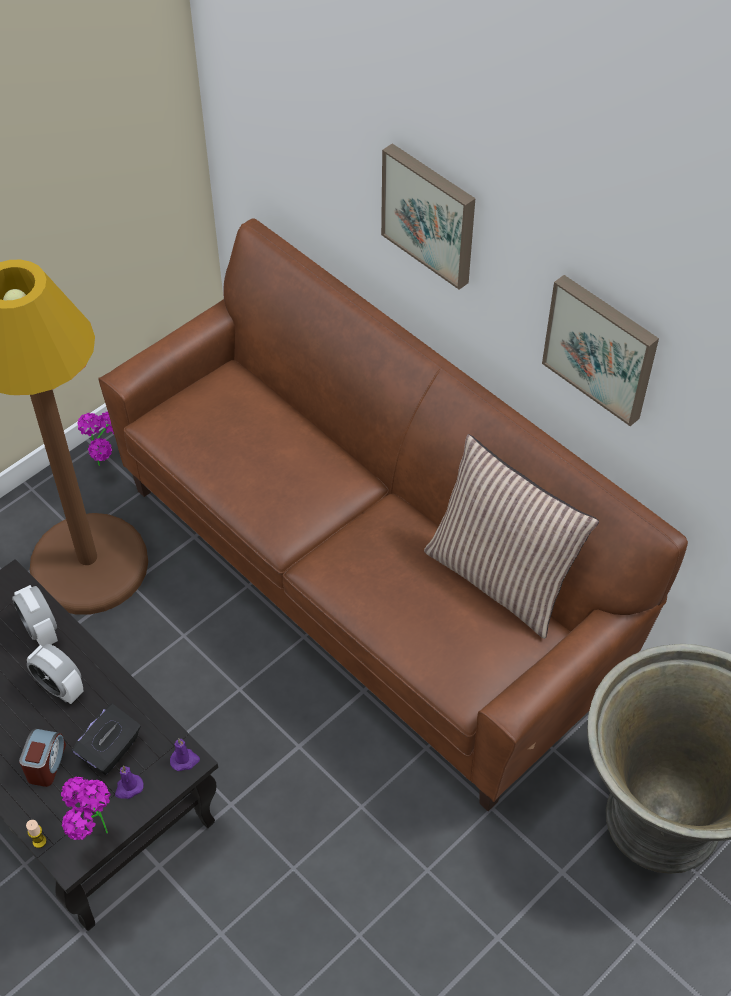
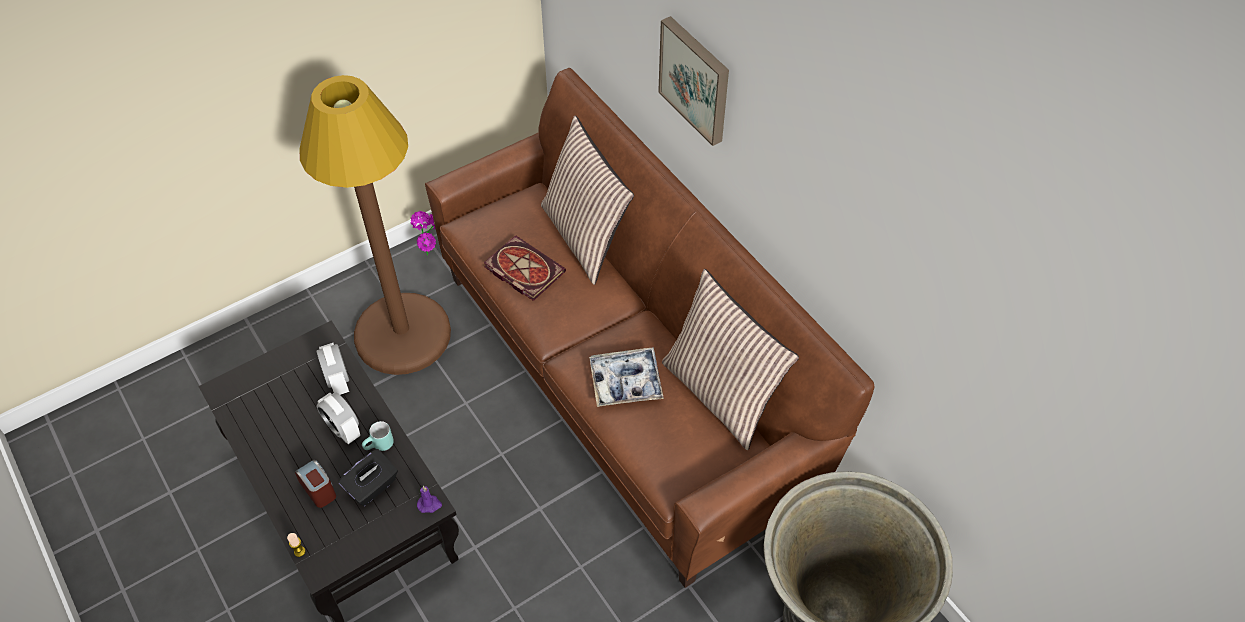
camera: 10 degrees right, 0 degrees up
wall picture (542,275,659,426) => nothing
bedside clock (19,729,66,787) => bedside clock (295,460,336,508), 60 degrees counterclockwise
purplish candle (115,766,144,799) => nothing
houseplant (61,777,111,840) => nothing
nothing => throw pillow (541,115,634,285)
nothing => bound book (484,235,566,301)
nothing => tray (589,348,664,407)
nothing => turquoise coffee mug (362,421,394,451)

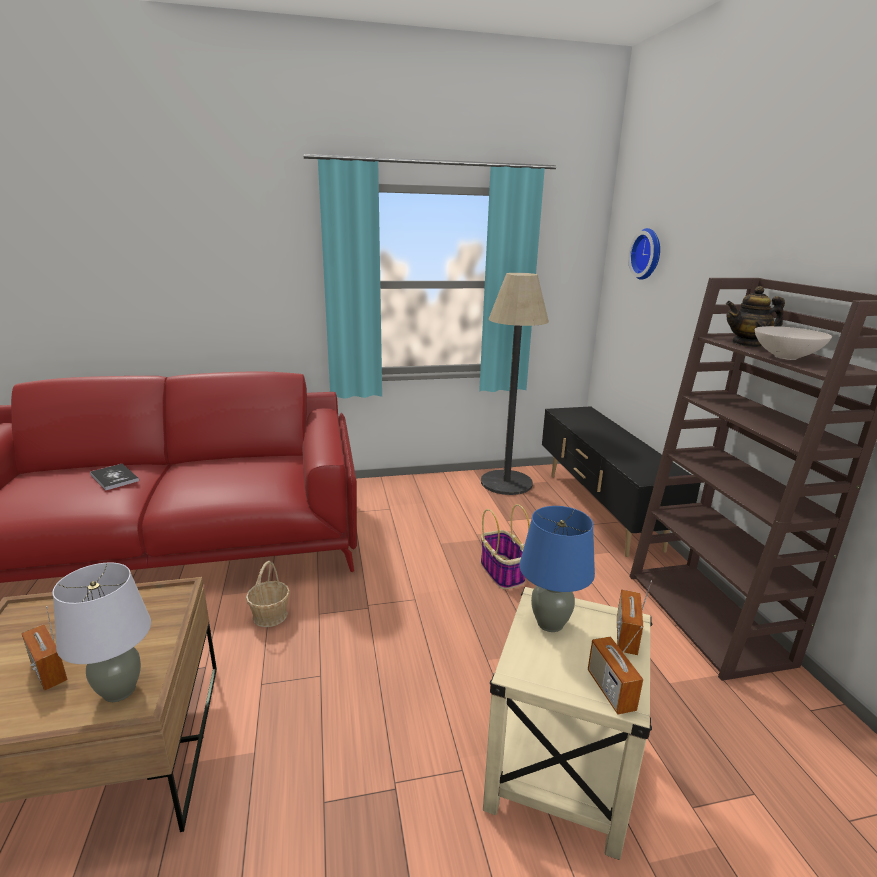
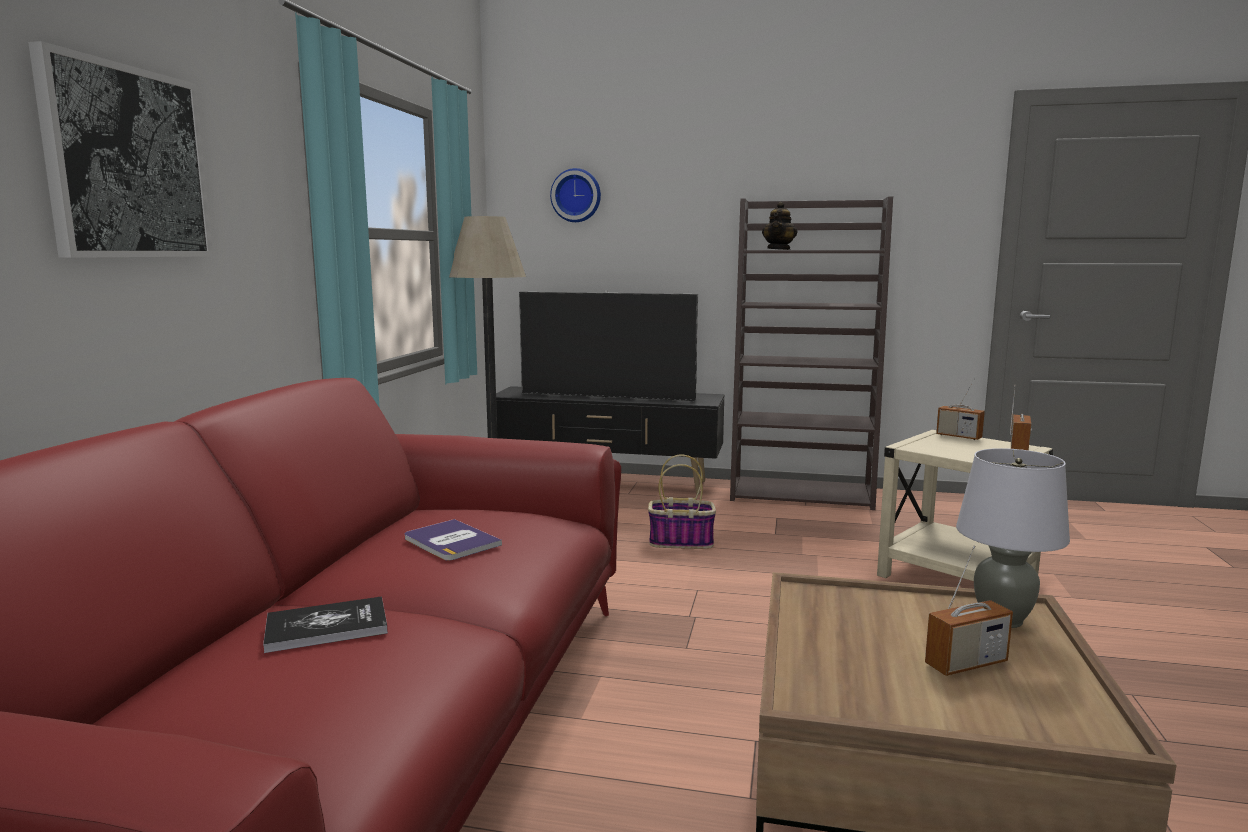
camera: 65 degrees left, 10 degrees down
whitish serving bowl (755,326,832,360) => nothing
bluish lamp for a table (519,506,595,632) => nothing
household basket (246,561,290,627) => nothing
radio receiver (588,626,643,715) => radio receiver (1010,385,1032,450), 75 degrees counterclockwise
nothing => wall picture (28,41,213,258)
nothing => TV set (519,290,698,401)
nothing => bound book (405,519,502,560)

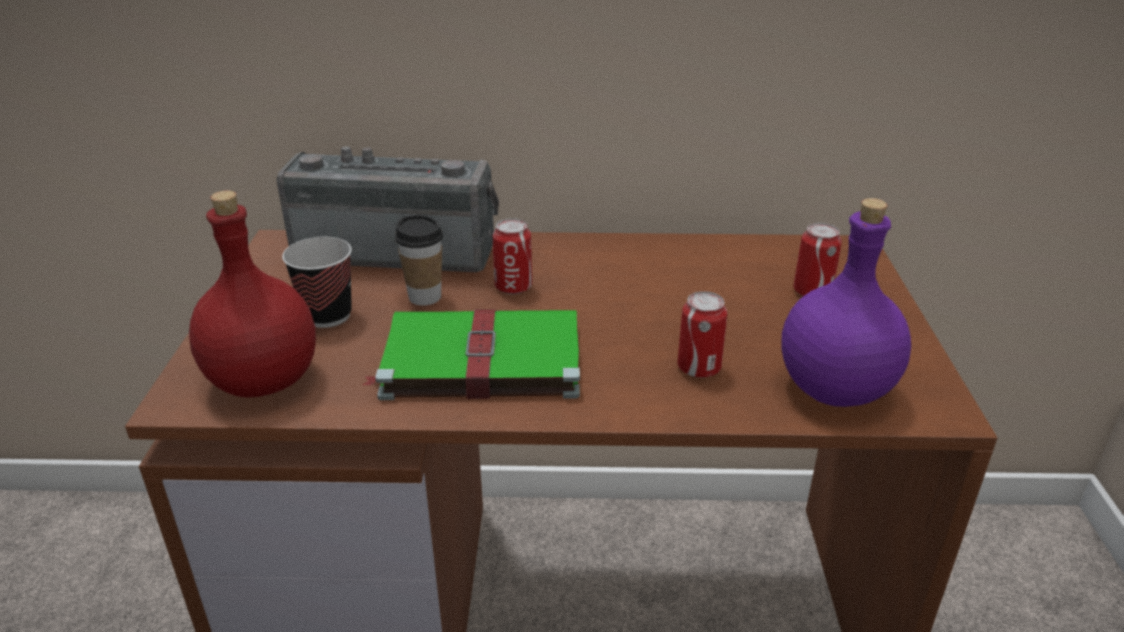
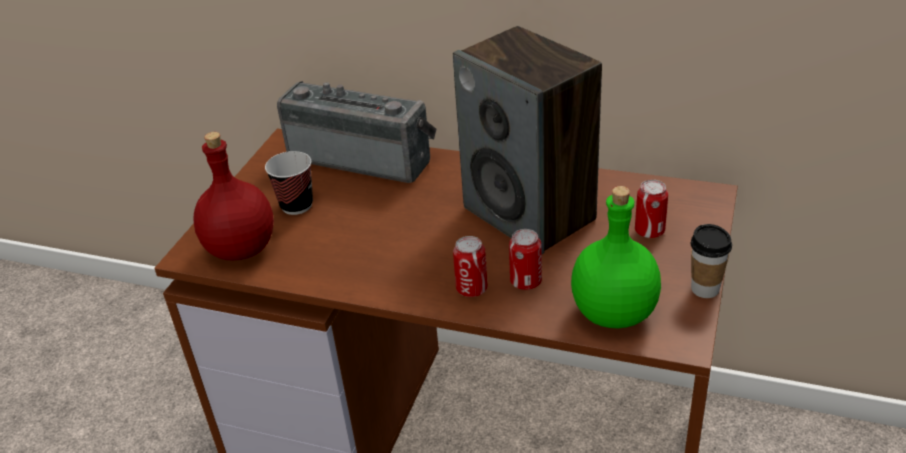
camera: 20 degrees right, 5 degrees up
purplish drink bottle (781,198,911,407) => green-coloured drink bottle (571,186,661,328)
cup (395,214,443,306) => cup (691,224,732,298), shifted
metal can (493,218,532,294) => metal can (453,236,488,297), shifted
green-coloured bound book (363,309,580,400) => nothing
nothing => audio speaker (453,26,602,254)

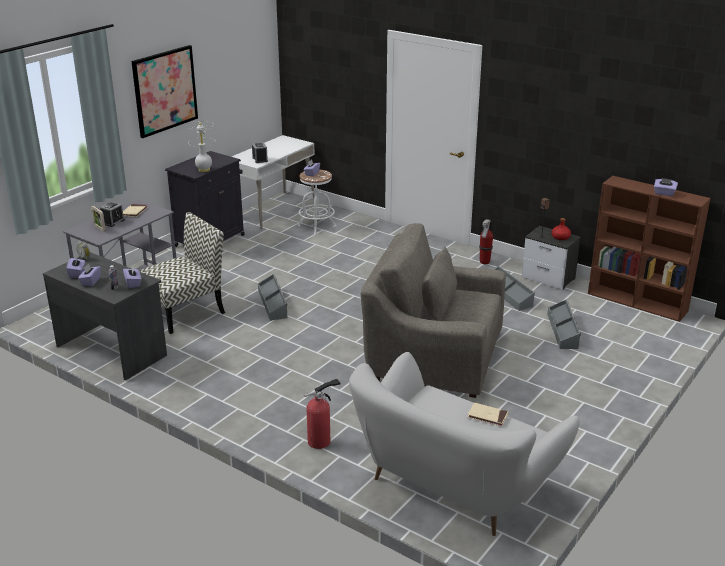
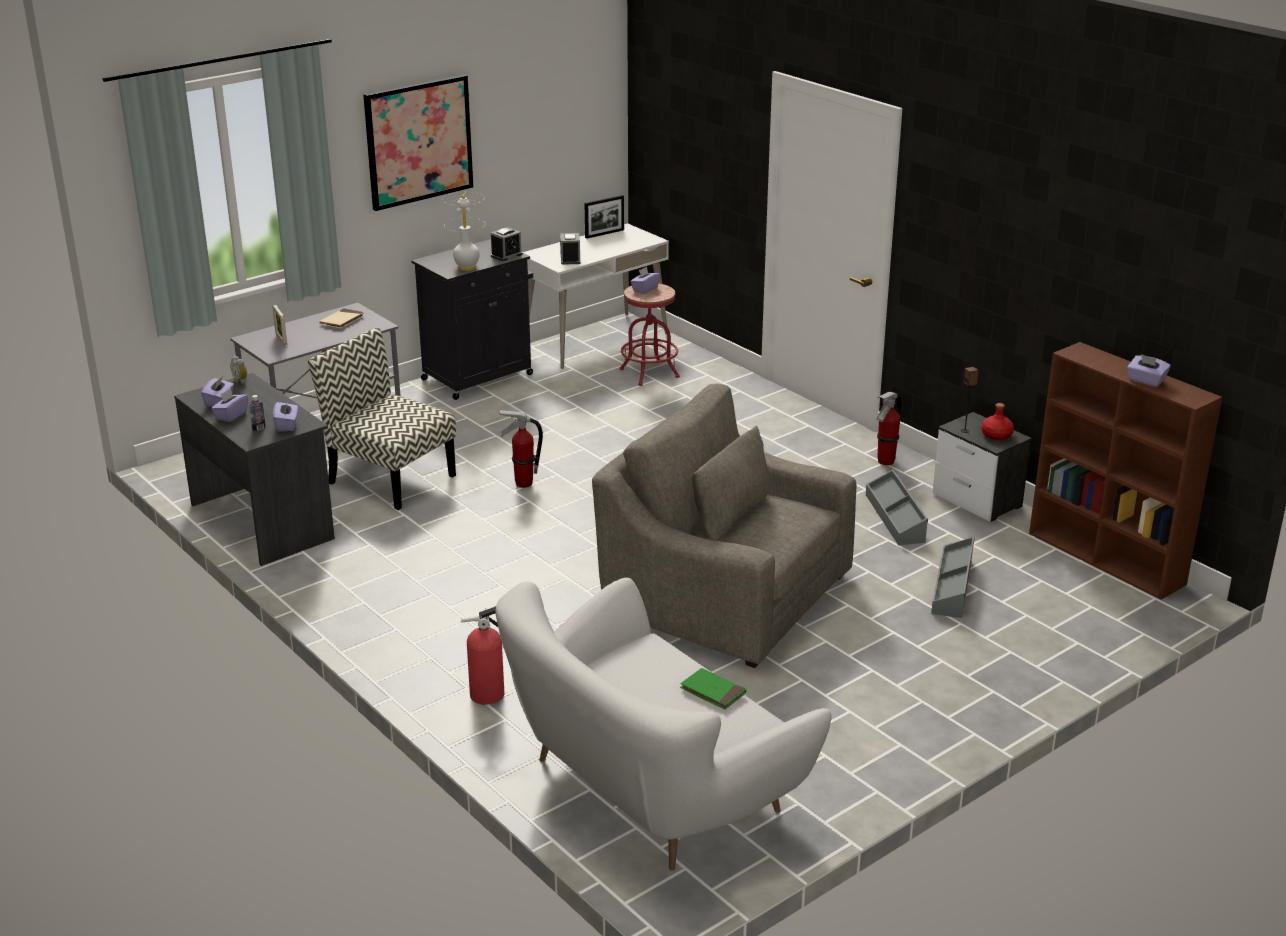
camera: 15 degrees right, 0 degrees up
whitish stool seat (297,170,337,235) => red-coloured stool seat (620,283,680,386)
bedside clock (100,202,125,227) => bedside clock (491,227,523,261), shifted
plain chair (139,212,225,334) => plain chair (308,328,456,510), 120 degrees counterclockwise
greyish storage container (258,274,287,321) => fire extinguisher (499,410,543,488)
beige bound book (468,403,509,427) => green-coloured bound book (680,668,746,710)
nothing => photo frame (585,195,624,239)

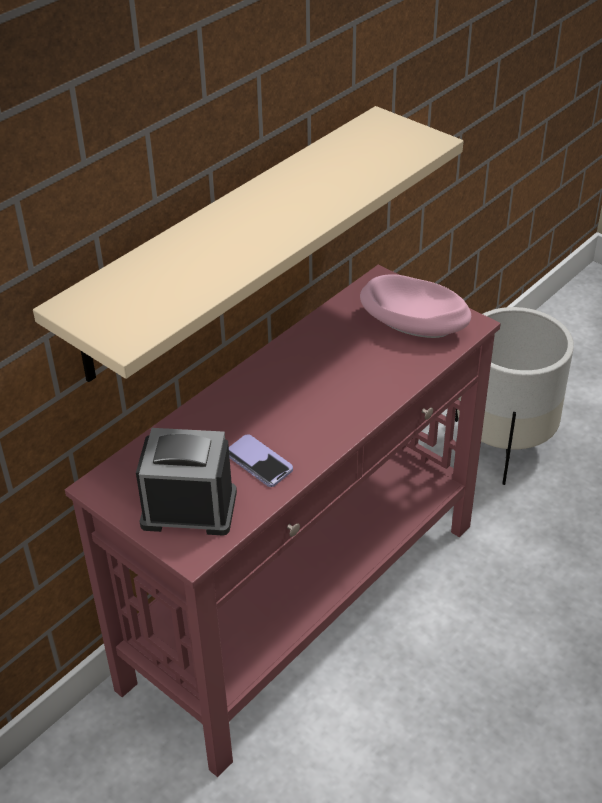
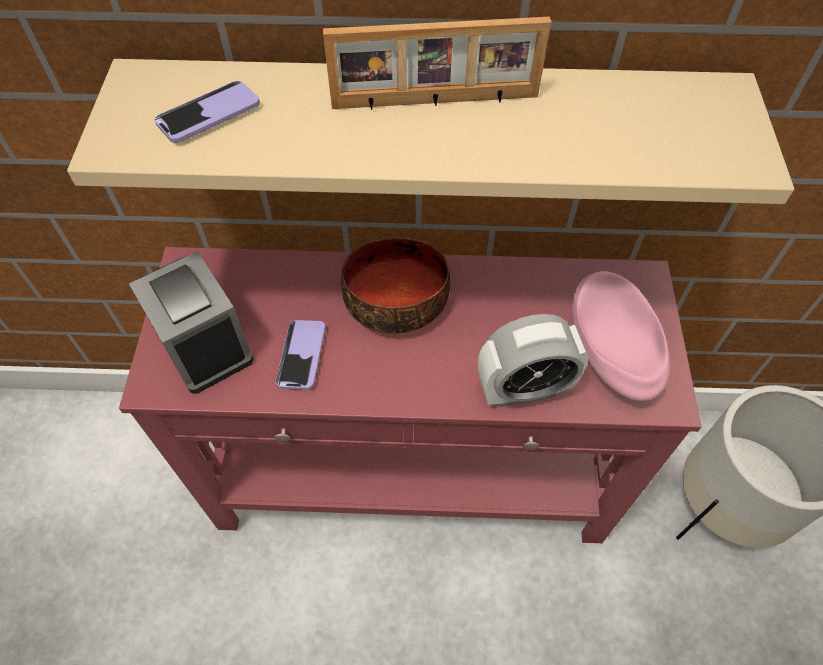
camera: 50 degrees right, 15 degrees up
nothing => photo frame (323,17,552,110)
nothing => phone (154,81,260,143)
nothing => serving bowl (341,238,450,333)
nothing => bedside clock (478,314,588,407)

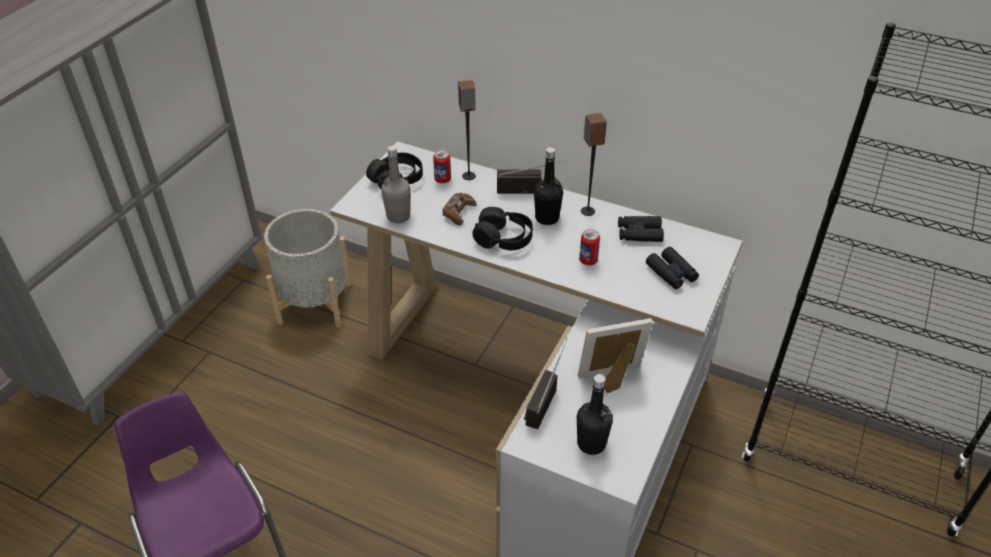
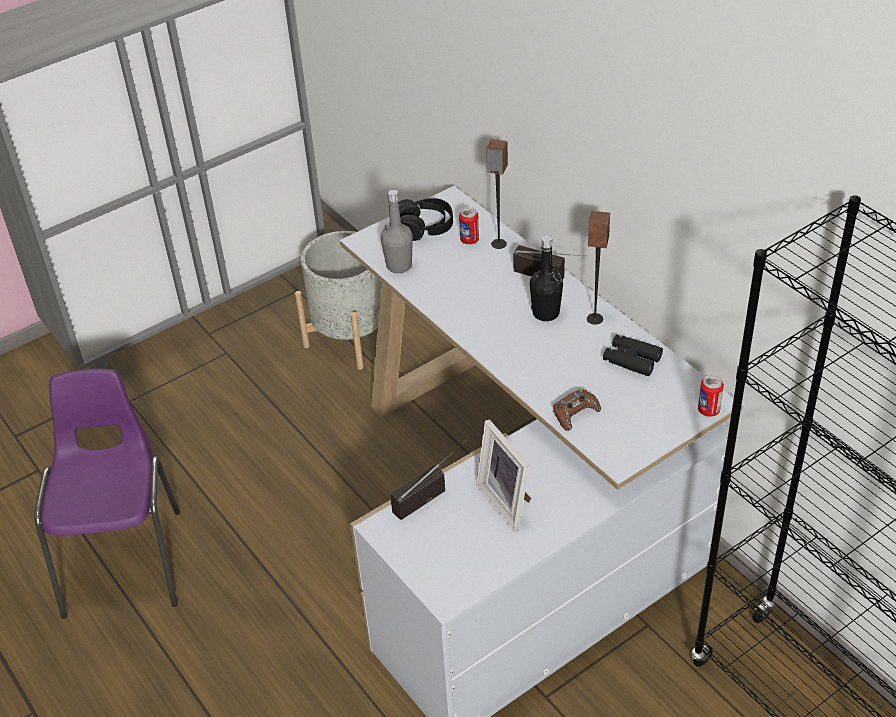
camera: 30 degrees right, 0 degrees up
brown gamepad (442,192,477,225) => brown gamepad (553,389,601,431), shifted
blackish headset (472,207,533,250) => nothing
metal can (579,229,600,265) => metal can (698,375,724,417), shifted
blackish pair of binoculars (646,247,699,289) => nothing
photo frame (578,318,653,393) => photo frame (476,419,531,532), 135 degrees counterclockwise
blackish drink bottle (577,374,613,455) => nothing

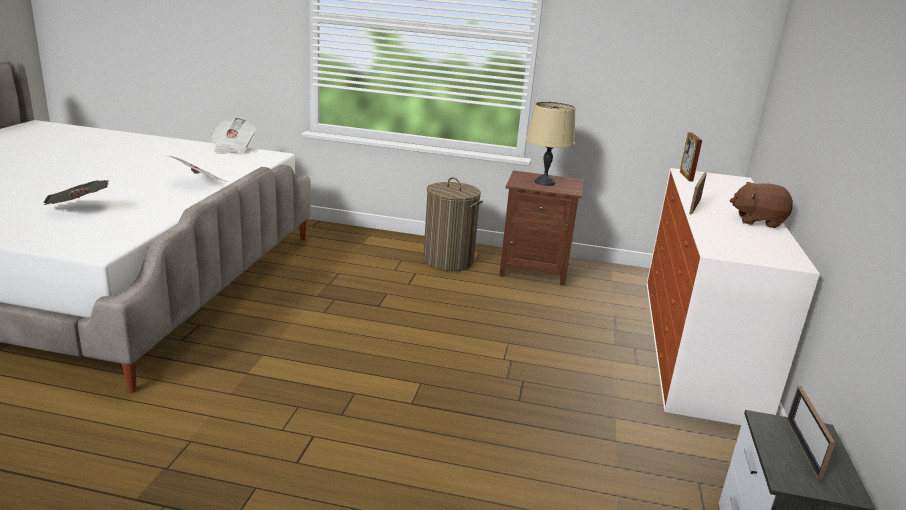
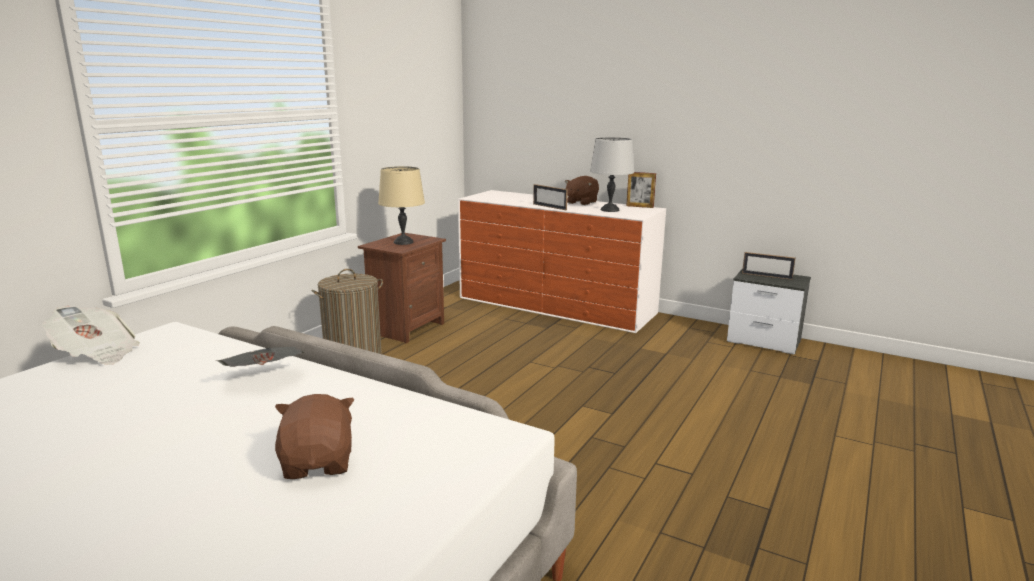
camera: 70 degrees left, 5 degrees down
photo frame (680,132,702,182) => photo frame (627,172,656,208), shifted
printed paper (43,180,109,205) => brown cuddly toy (275,394,354,479)
nothing => greyish lamp for a table (590,137,634,212)

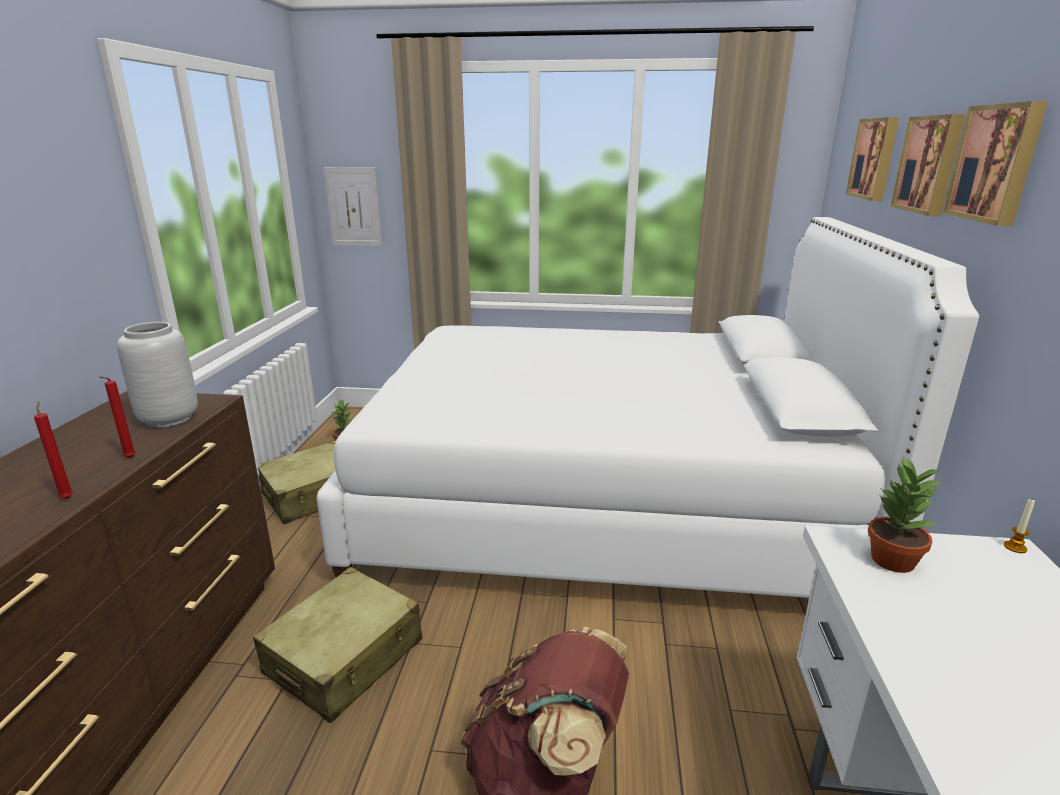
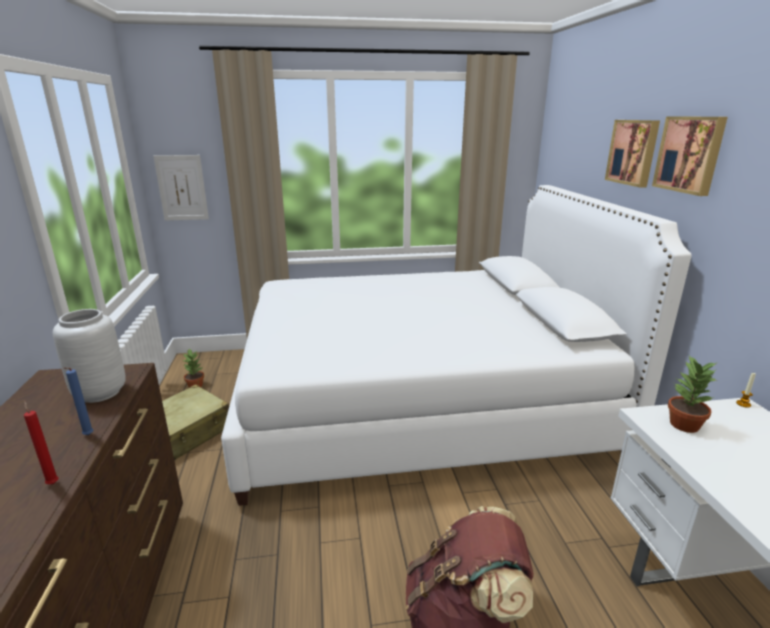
camera: 15 degrees left, 0 degrees up
wall picture (846,117,899,201) => nothing
red-coloured candle (100,376,136,458) => bluish candle (63,368,94,435)
beige piece of luggage (253,567,422,723) => nothing

